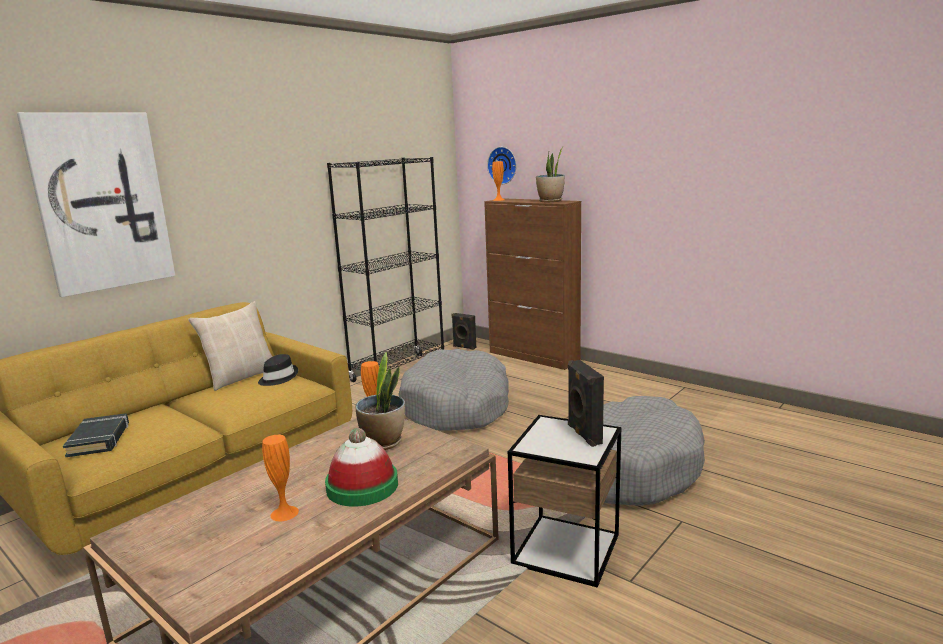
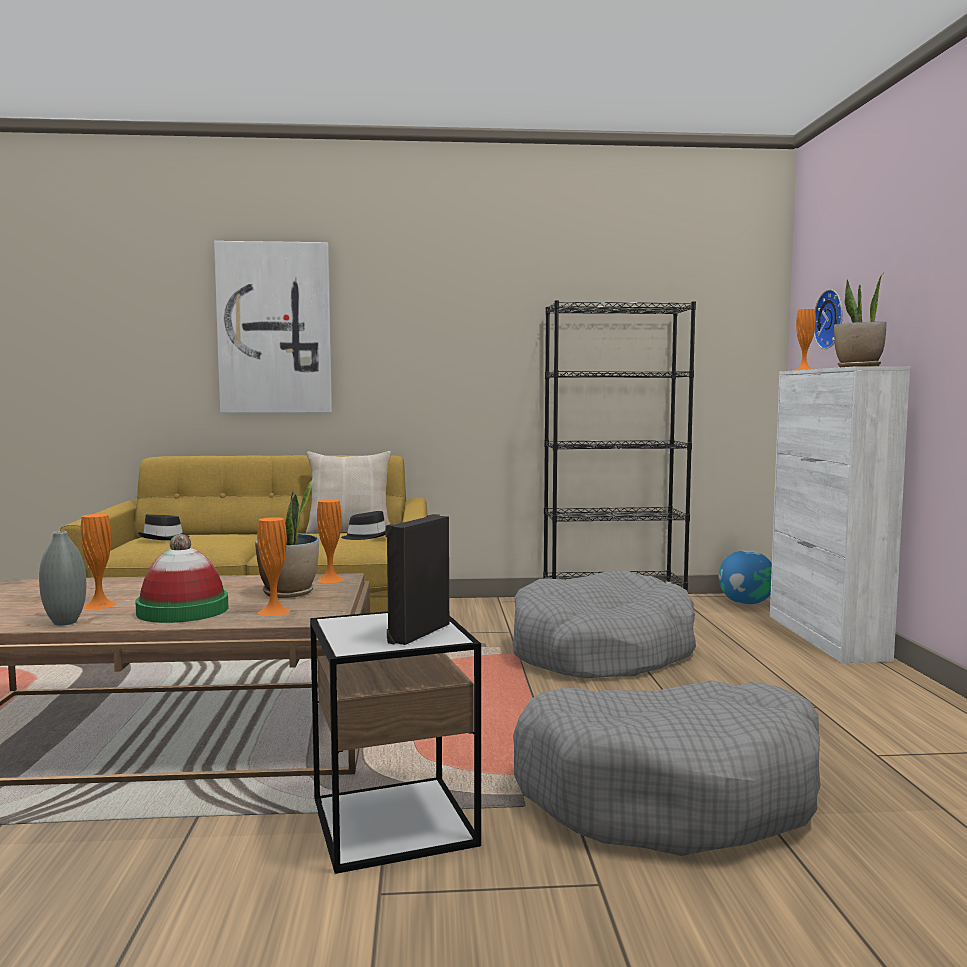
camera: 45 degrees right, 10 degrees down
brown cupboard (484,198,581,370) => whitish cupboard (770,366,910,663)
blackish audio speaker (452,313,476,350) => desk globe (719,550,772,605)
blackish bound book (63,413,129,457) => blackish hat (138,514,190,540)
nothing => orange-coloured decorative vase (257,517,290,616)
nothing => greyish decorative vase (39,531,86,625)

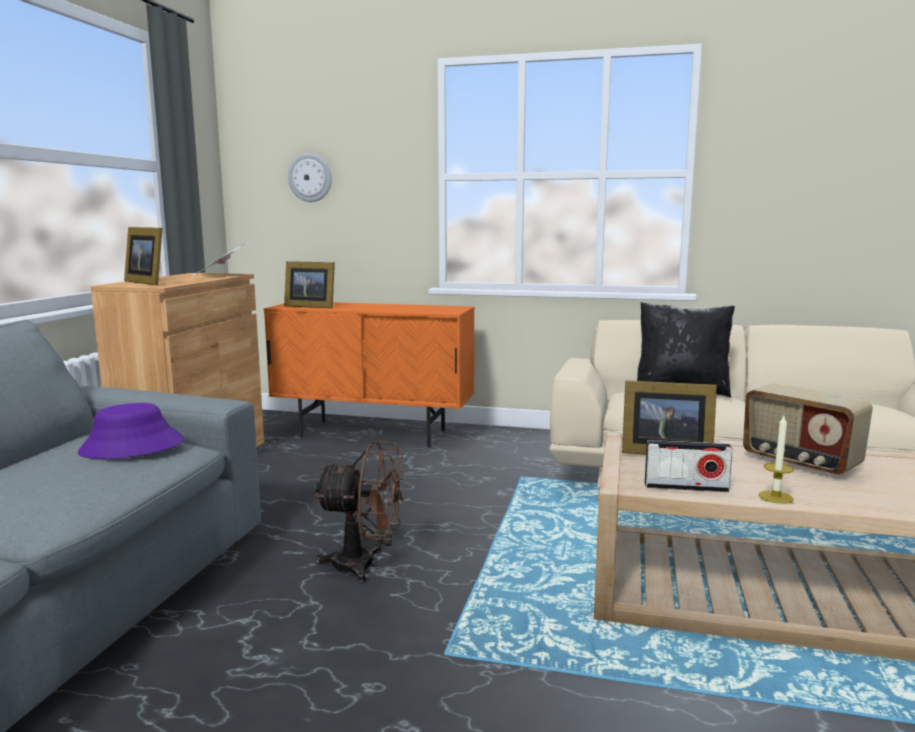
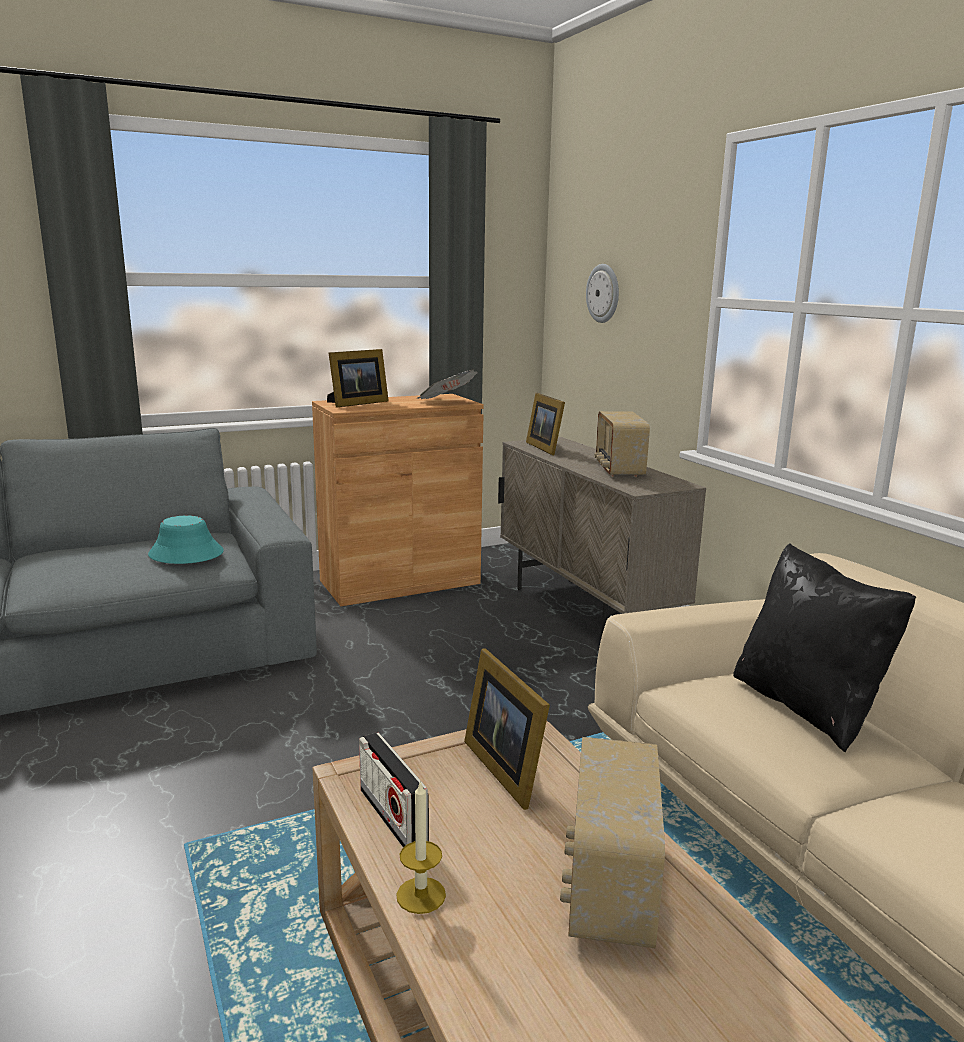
camera: 50 degrees right, 5 degrees up
photo frame (124,227,162,285) => photo frame (327,349,389,408), 135 degrees counterclockwise
orange-coloured cupboard (264,302,475,447) => beige cupboard (498,437,706,638)
purplish hat (78,403,185,459) => turquoise hat (148,515,224,564)
brown fan (314,441,405,583) => nothing
nothing => radio receiver (594,411,650,477)

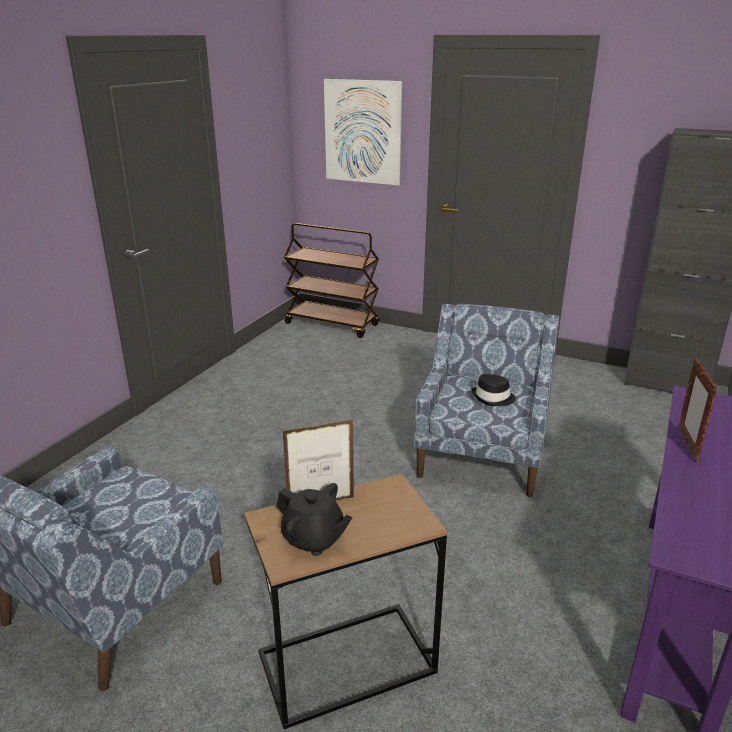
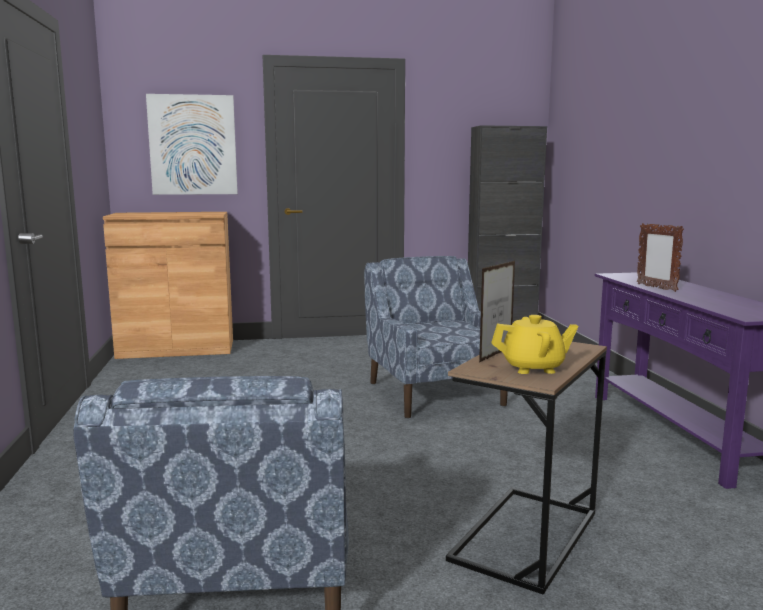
camera: 35 degrees left, 15 degrees down
brown cart (284,223,380,338) => brown cupboard (103,212,233,359)
blackish hat (471,374,516,406) => nothing
blackish teapot (276,483,352,556) => yellow-coloured teapot (491,315,578,374)

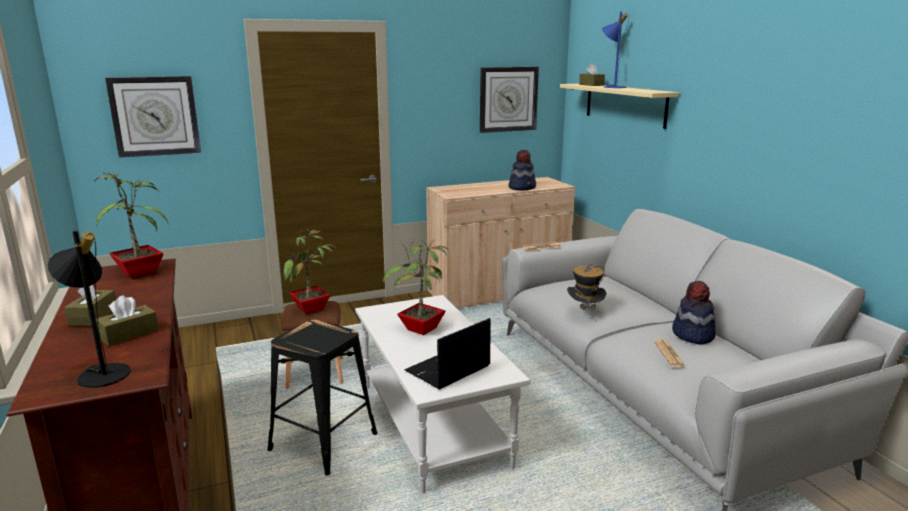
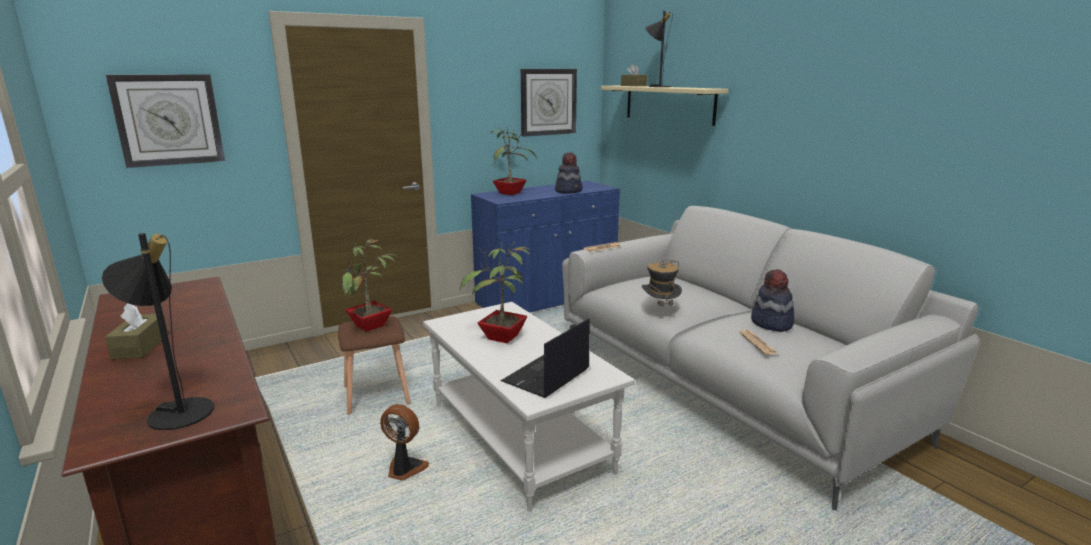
camera: 10 degrees left, 0 degrees up
bluish lamp for a table (602,12,629,88) => blackish lamp for a table (645,11,673,87)
houseplant (94,172,168,278) => houseplant (488,127,537,195), shifted
beige cupboard (426,177,575,308) => bluish cupboard (471,181,620,313)
brown tissue holder (96,295,159,346) => nothing
blackish stool seat (268,320,377,476) => fan (380,404,429,481)

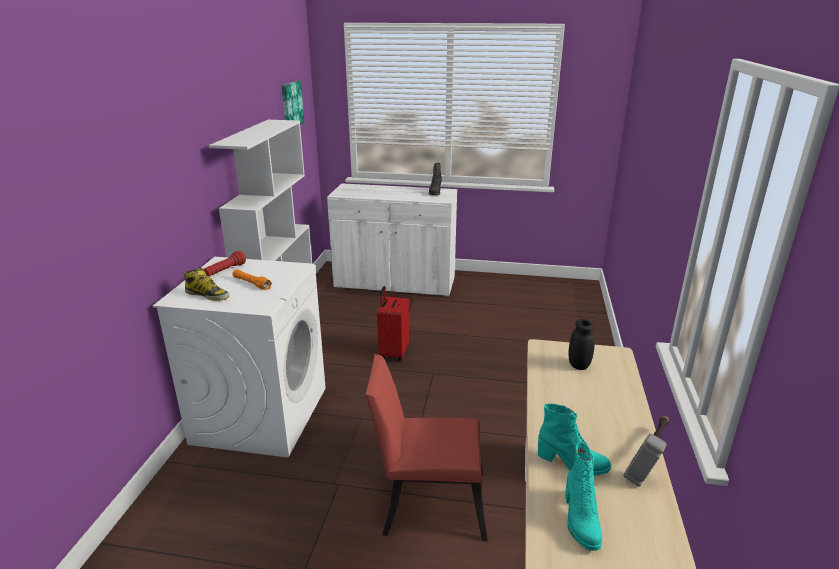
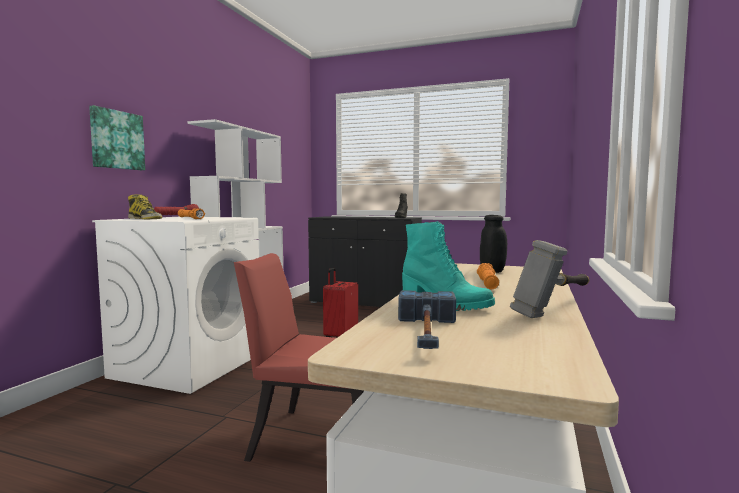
camera: 10 degrees right, 20 degrees down
wall picture (281,81,305,125) => wall picture (89,105,145,170), shifted
whitish cupboard (327,183,457,297) => blackish cupboard (308,216,422,307)
turquoise boot (565,442,602,551) => hand hammer (398,290,456,349)
nothing => orange-coloured torch (477,263,499,289)

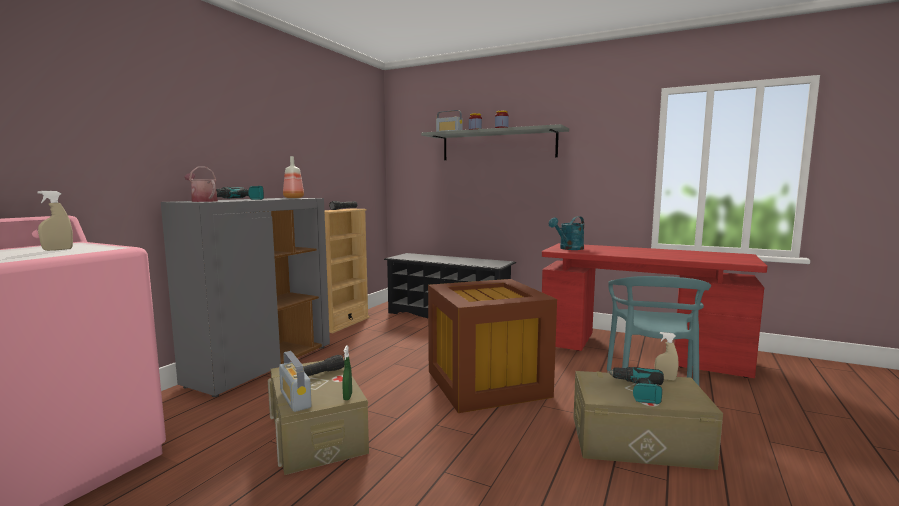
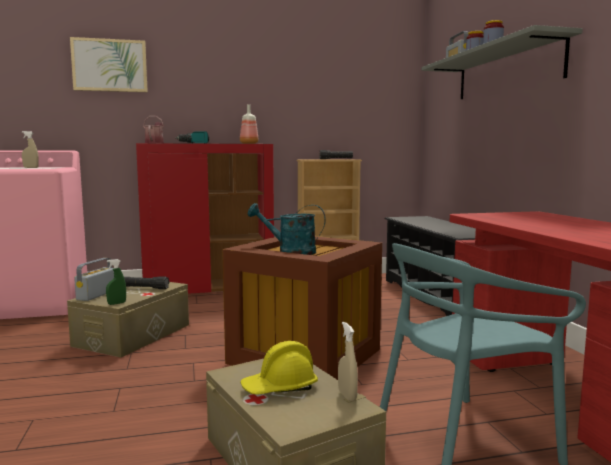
camera: 50 degrees right, 0 degrees up
greyish cupboard (161,198,330,397) => red-coloured cupboard (136,143,274,294)
turquoise watering can (549,216,584,250) => turquoise watering can (248,203,326,255), shifted
electric drill (607,367,664,404) => yellow-coloured work helmet (240,341,318,395)
nothing => wall picture (70,37,148,92)

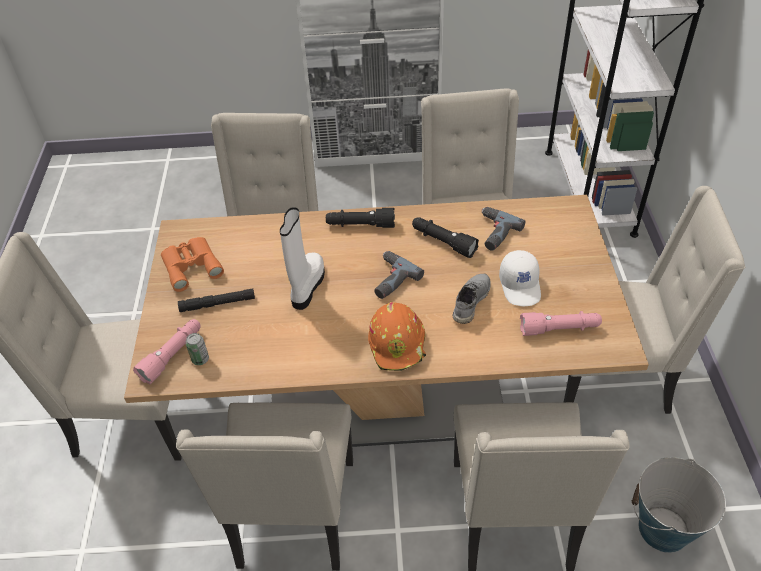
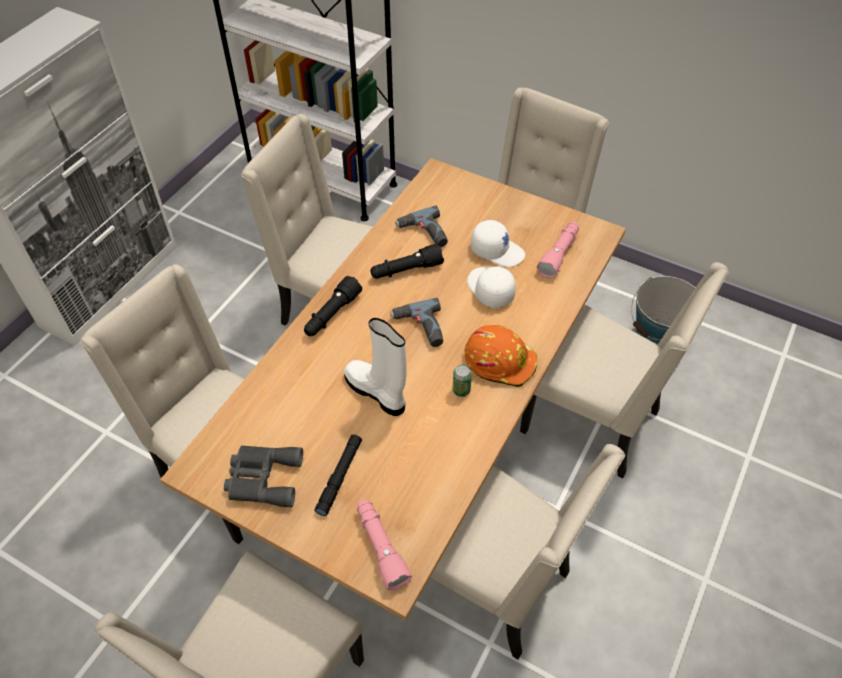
camera: 60 degrees left, 5 degrees up
orange-coloured pair of binoculars (161,237,224,292) => greyish pair of binoculars (224,445,303,508)
greyish low shoe (453,274,491,324) => whitish baseball cap (467,266,516,308)
metal can (186,333,209,365) => metal can (452,365,472,397), shifted

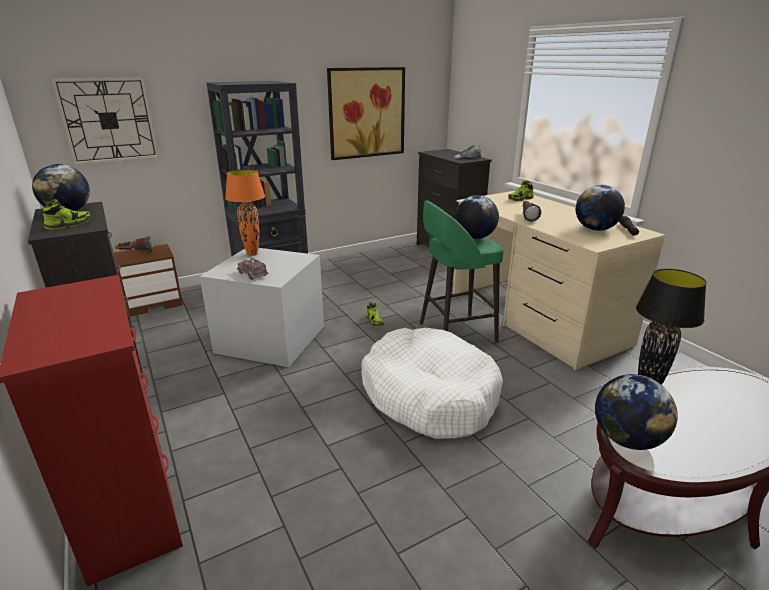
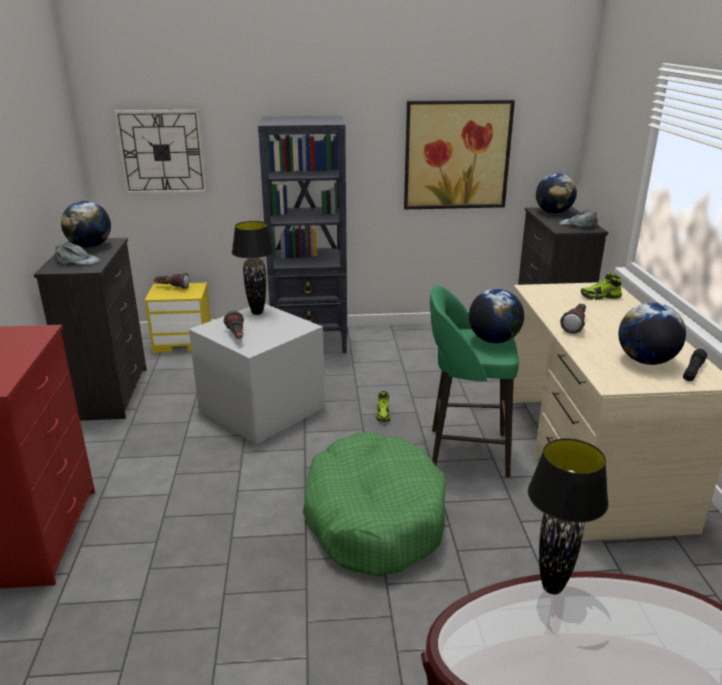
camera: 25 degrees right, 0 degrees up
orange-coloured lamp for a table (225,169,265,256) => blackish lamp for a table (232,221,274,315)
low shoe (43,199,91,230) => greyish baseball cap (54,243,101,265)
brown bedside table (113,244,183,317) => yellow-coloured bedside table (144,283,211,353)
toy lorry (237,258,269,280) => torch (224,311,244,339)
whitish pet bed (361,328,503,439) => green-coloured pet bed (303,432,446,576)
desk globe (595,374,678,450) => desk globe (536,173,577,214), shifted

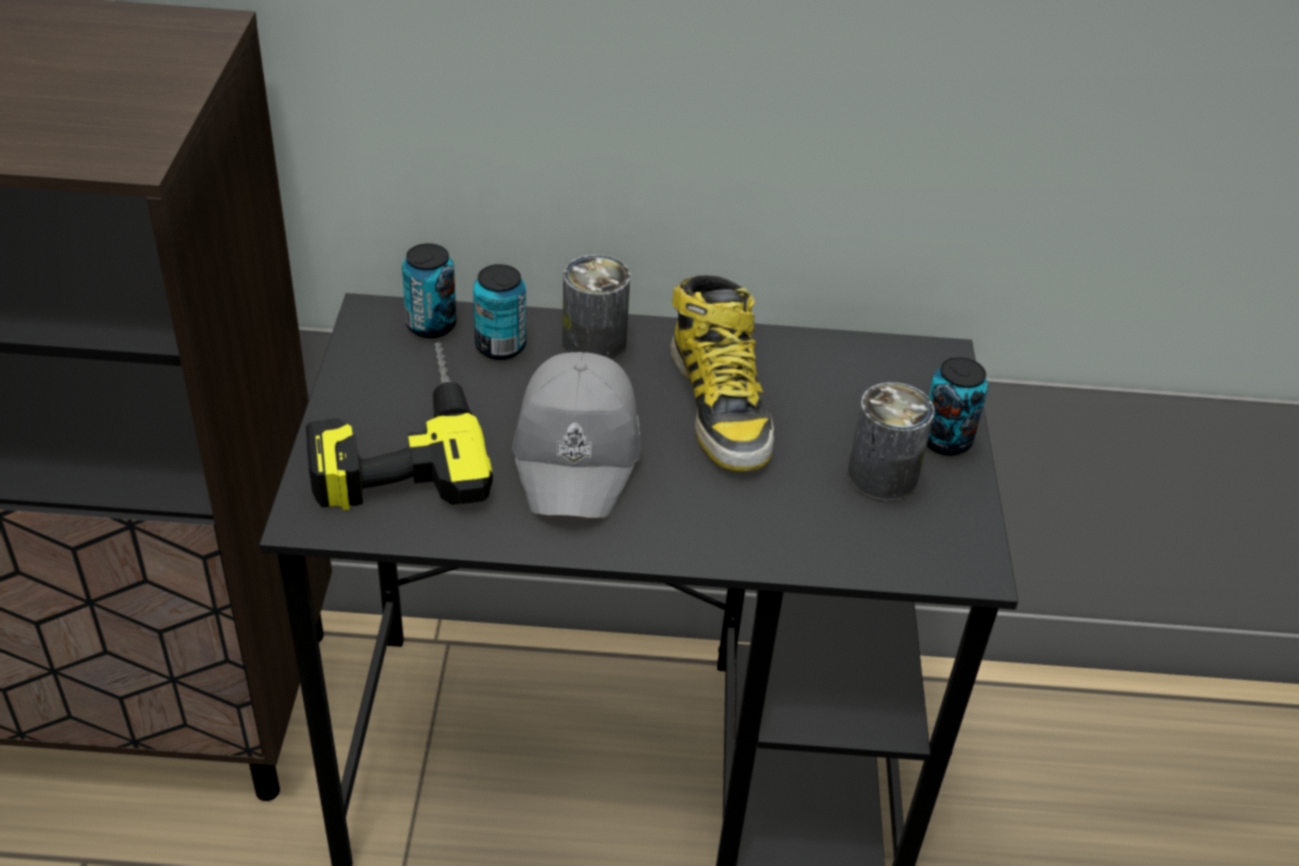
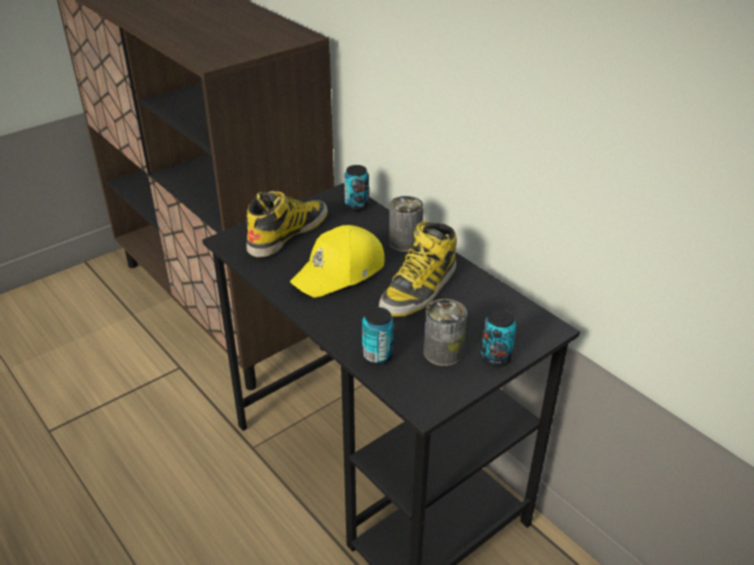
camera: 50 degrees right, 5 degrees down
metal can (473,264,526,360) => metal can (362,307,394,365), shifted
electric drill (306,341,493,511) => boot (246,191,328,257)
greyish baseball cap (512,352,641,518) => yellow-coloured baseball cap (290,225,385,298)

